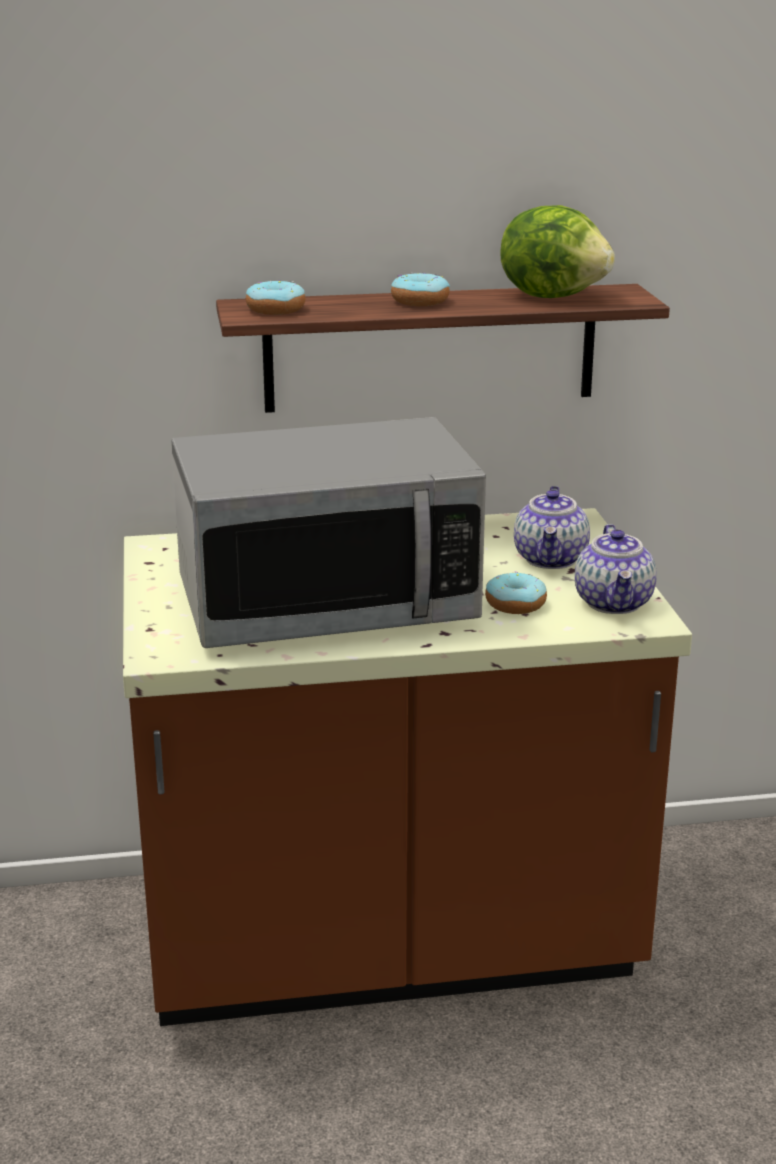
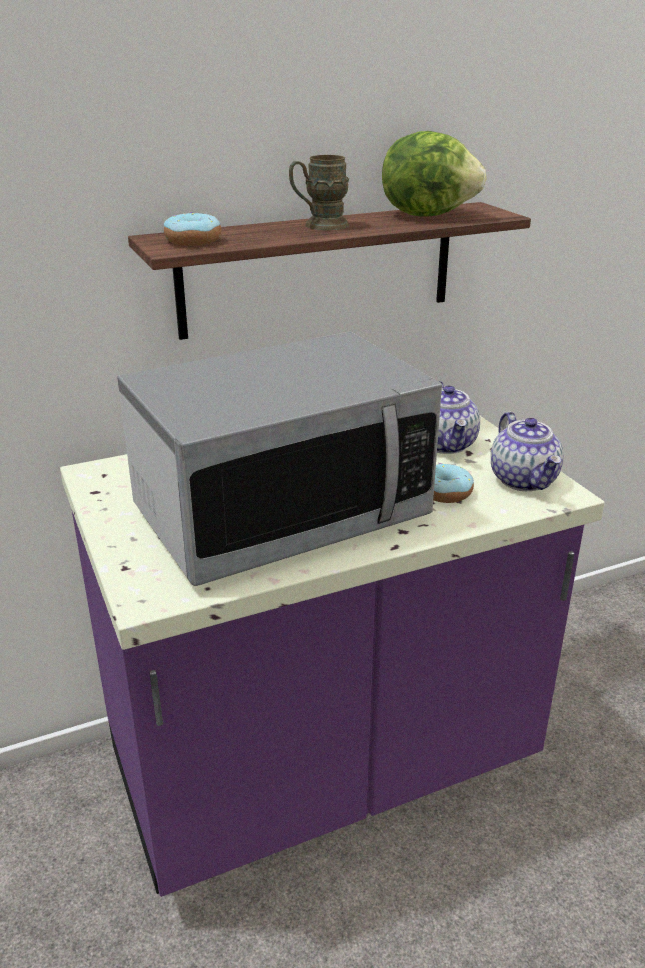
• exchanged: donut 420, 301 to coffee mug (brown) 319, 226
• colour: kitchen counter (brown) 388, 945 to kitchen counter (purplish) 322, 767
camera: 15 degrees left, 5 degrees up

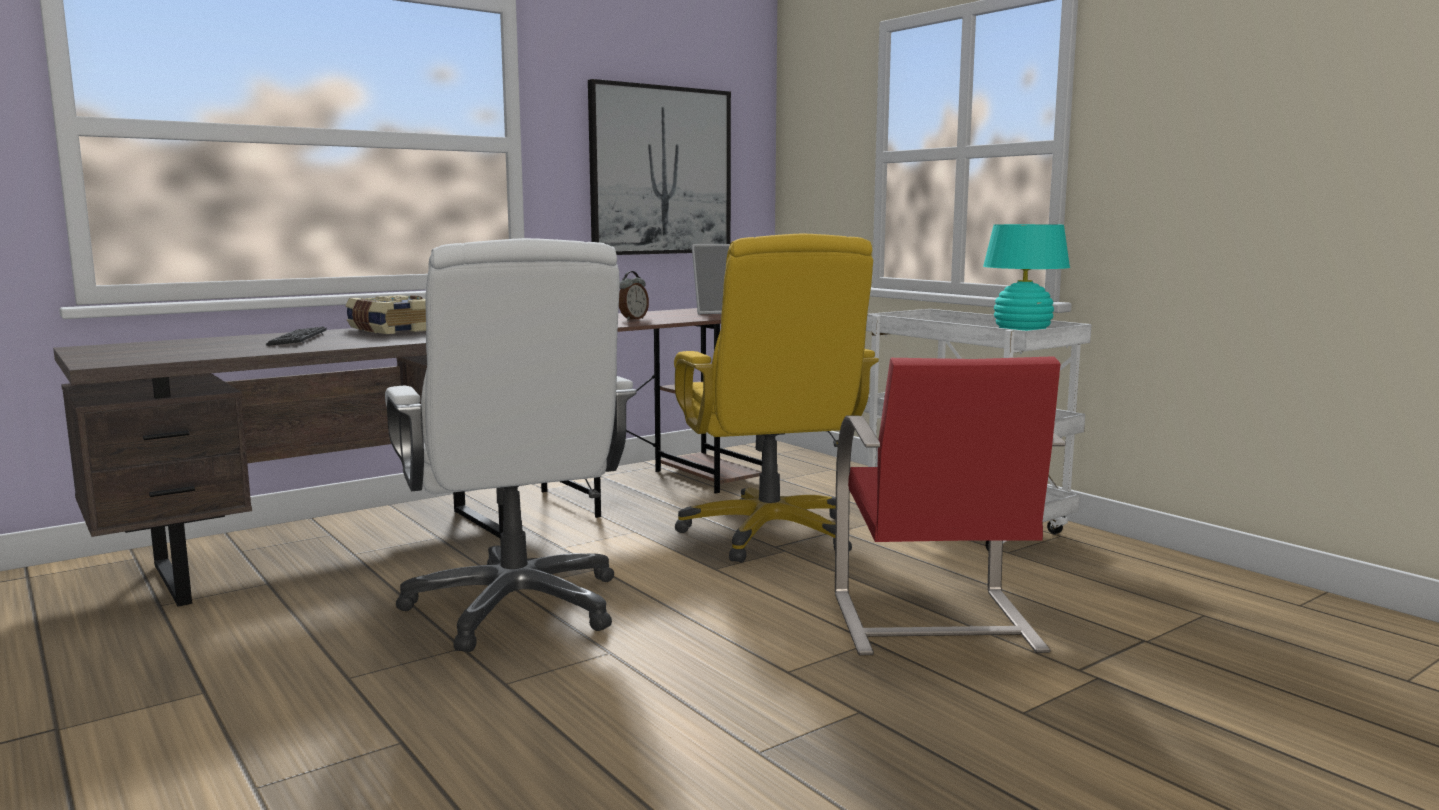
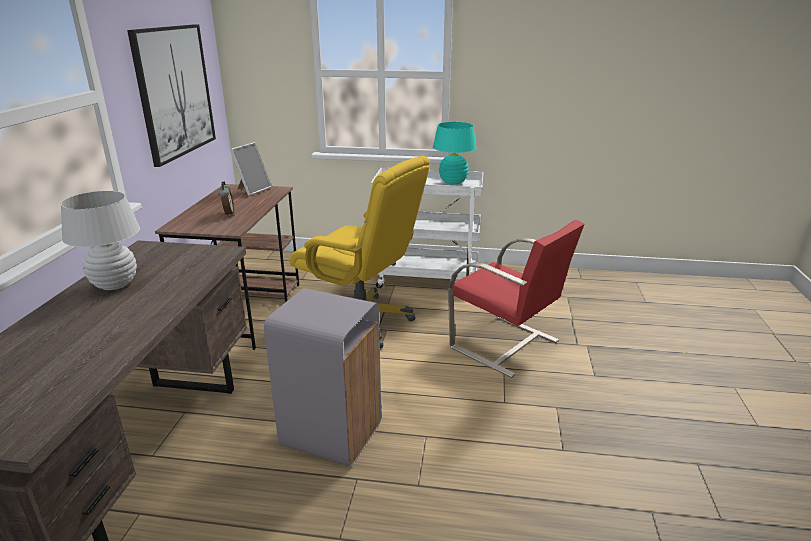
• missing: computer keyboard 298, 339
• exchanged: book 391, 330 to lamp for a table (whitish) 114, 284
• exchanged: desk chair (whitish) 516, 606 to rubbish bin (gray) 331, 435
camera: 45 degrees left, 15 degrees up

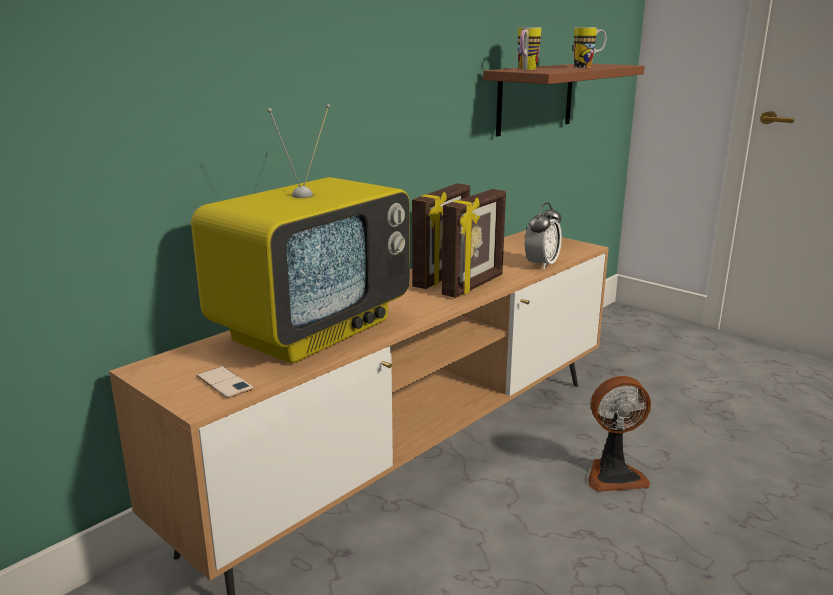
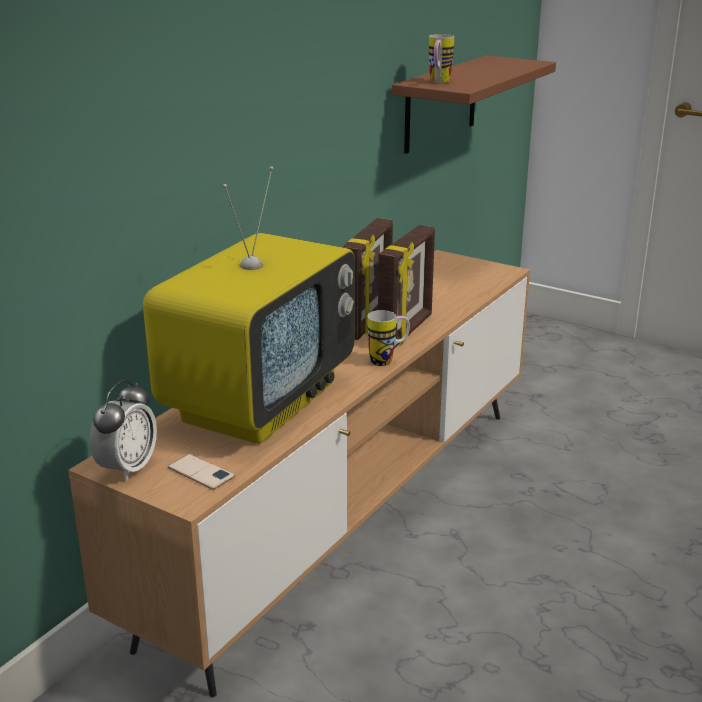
• missing: electric fan 613, 475
• relocated: bedside clock 541, 265 to 127, 468
• relocated: coffee mug 588, 67 to 388, 360
camera: 10 degrees left, 5 degrees up

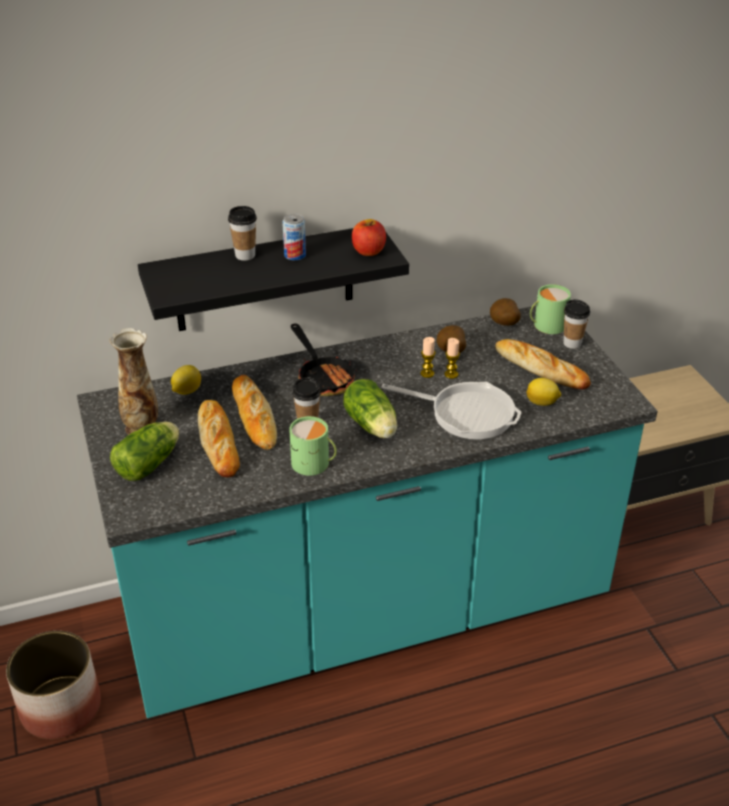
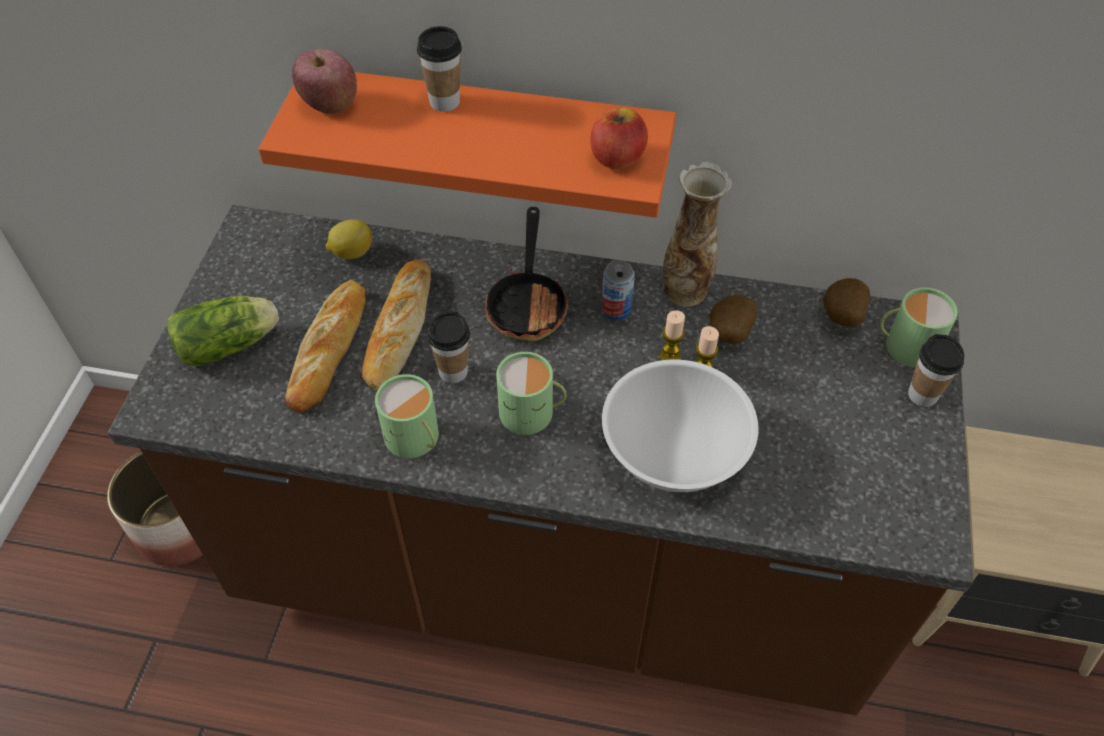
• missing: bakery bread 541, 369
• missing: citrus fruit 542, 403
• appeared: apple 330, 104
• relocated: decorative vase 142, 427 to 686, 289
• relocated: sealed can 295, 255 to 616, 309
• exchanged: lettuce head 372, 426 to coffee mug (green) 532, 413
• exchanged: frying pan 466, 413 to bowl (whitish) 674, 451
• colour: kitchen counter (blue-green) 364, 612 to kitchen counter (brown) 552, 574
• colour: bracket shelf (black-coloured) 264, 279 to bracket shelf (orange) 489, 138
camera: 30 degrees right, 15 degrees up

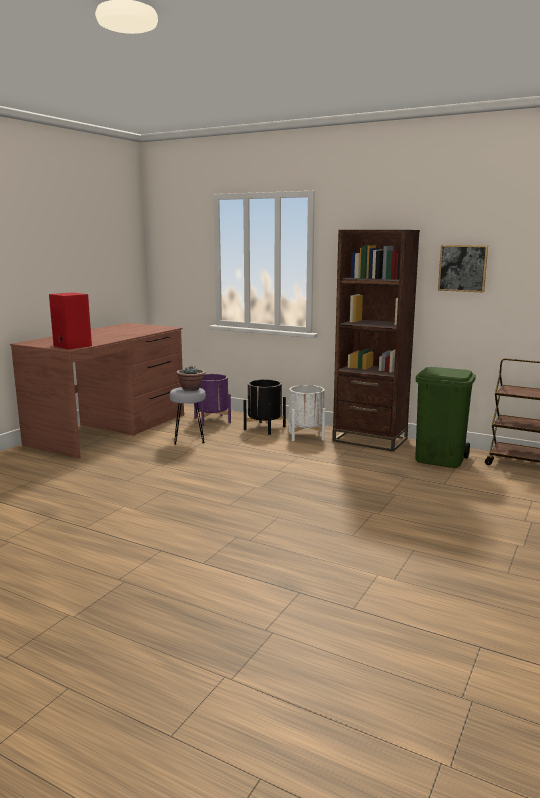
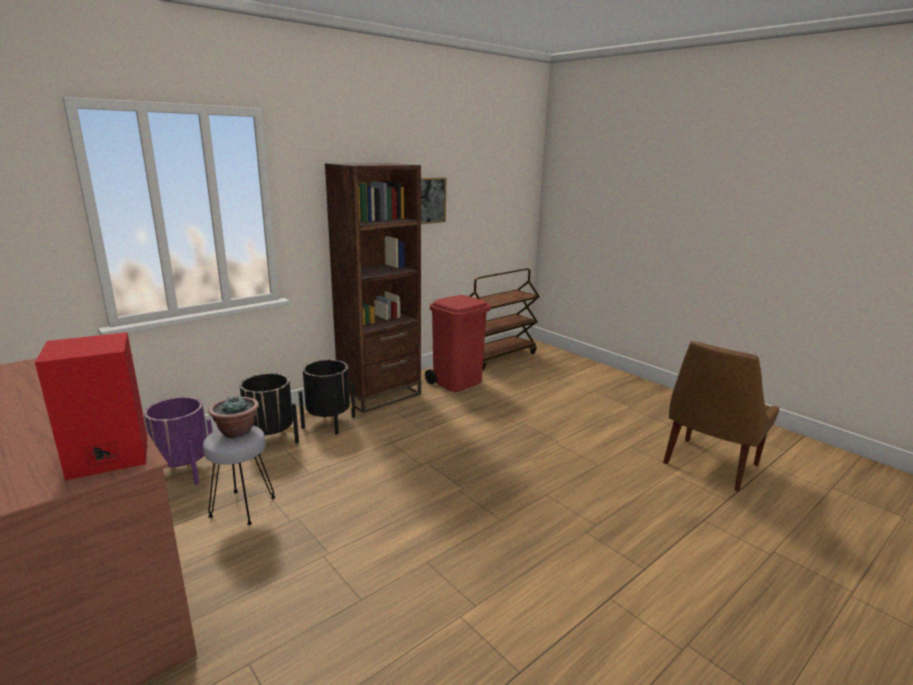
• appeared: chair (brown) 708, 465
• colour: flower pot (whitish) 306, 435 to flower pot (black-coloured) 328, 422
• colour: rubbish bin (green) 440, 459 to rubbish bin (red-coloured) 457, 382
camera: 70 degrees left, 5 degrees up

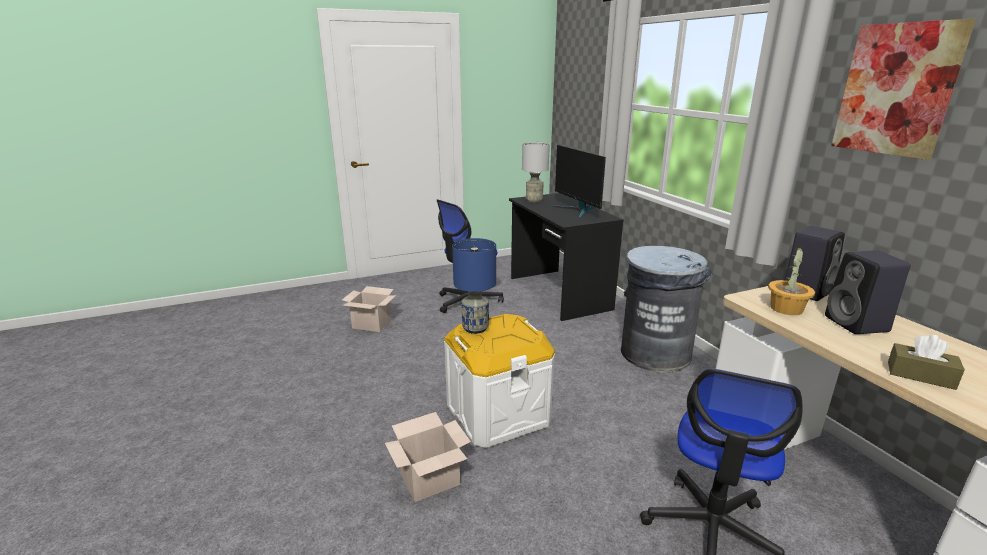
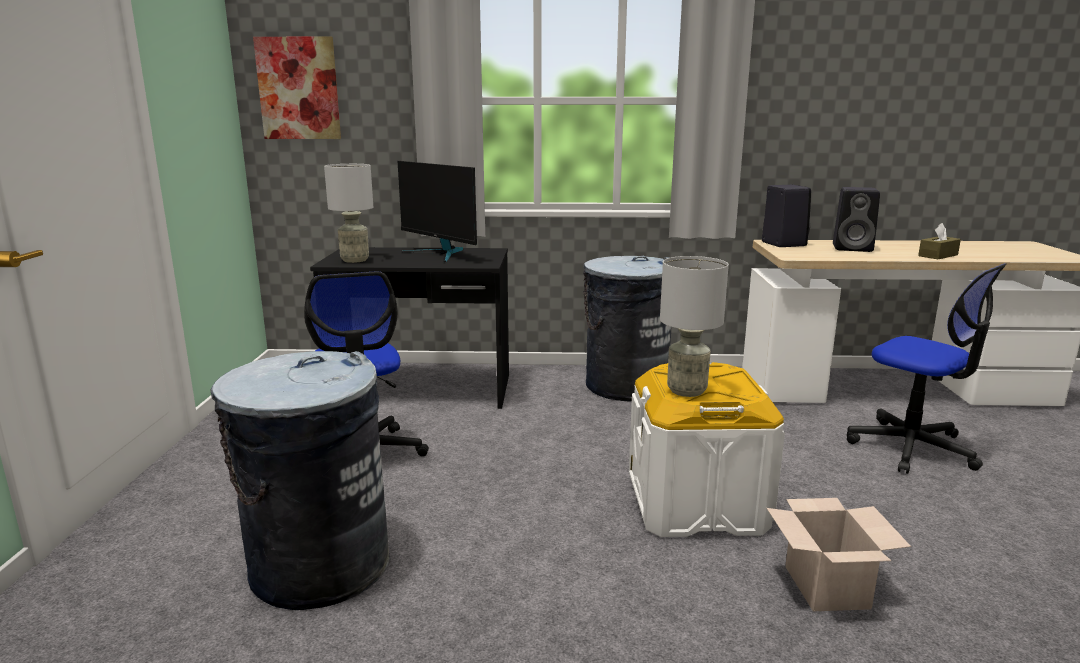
• missing: potted plant 787, 309
• relocated: picture 896, 90 to 298, 89
• exchanged: cardboard box 372, 324 to rubbish bin (gray) 318, 565
• colour: lamp for a table (bluish) 475, 328 to lamp for a table (gray) 685, 391
• spun: monitor 577, 210 = 440, 254 45 degrees clockwise
camera: 65 degrees left, 5 degrees down

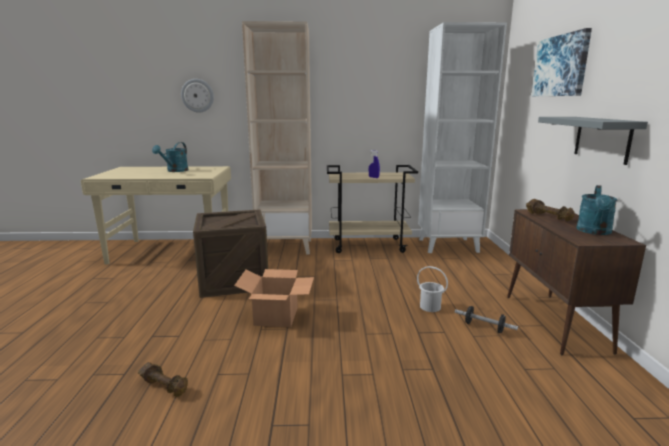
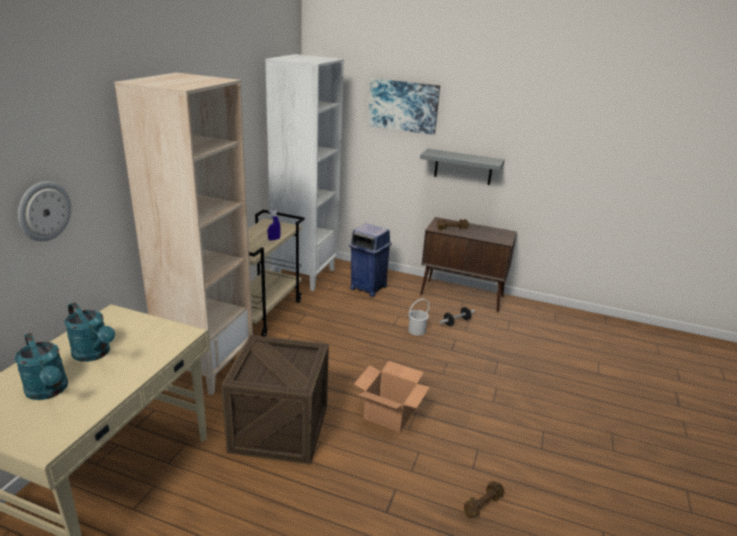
• appeared: rubbish bin (bluish) 368, 287
• relocated: watering can (blue-green) 594, 232 to 49, 391
camera: 70 degrees left, 10 degrees up

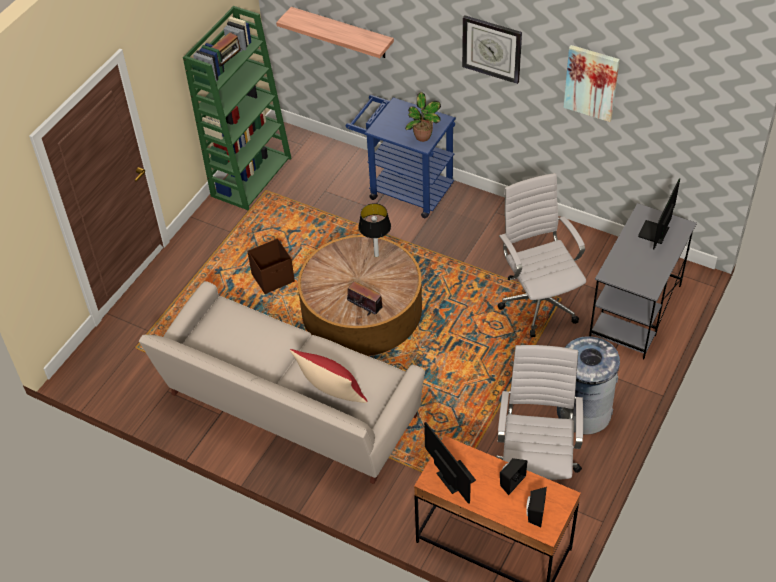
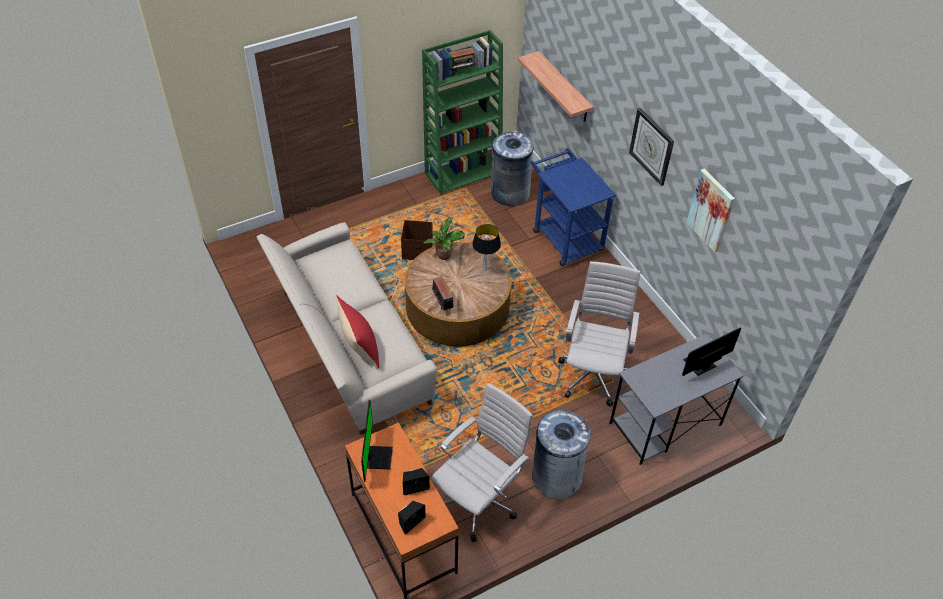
• appeared: rubbish bin (gray) 509, 193
• relocated: potted plant 423, 137 to 444, 256
camera: 30 degrees right, 0 degrees up

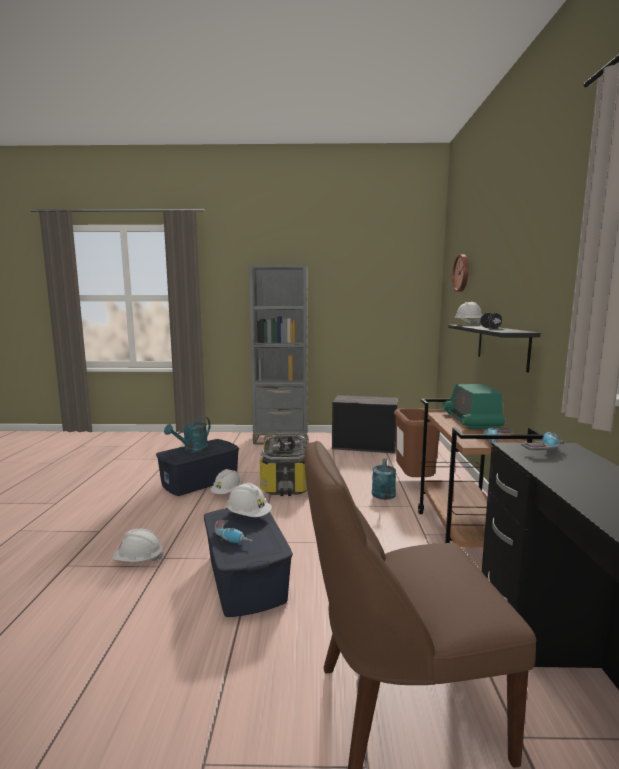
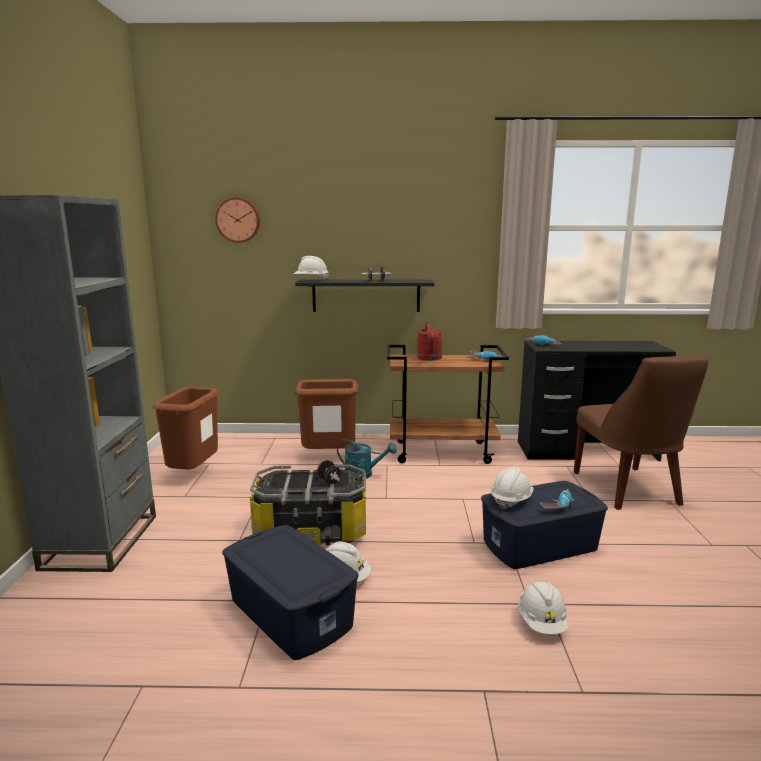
• missing: watering can (blue-green) 192, 450
• exchanged: crate 365, 445 to rubbish bin (brown) 193, 473
• exchanged: radio 471, 420 to watering can (red-coloured) 430, 359
camera: 90 degrees left, 5 degrees up

